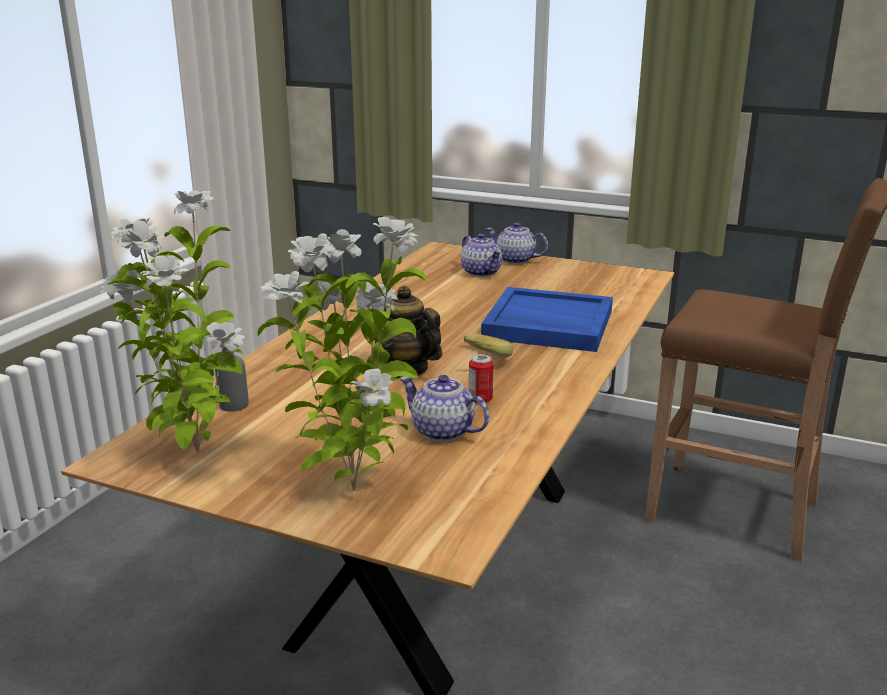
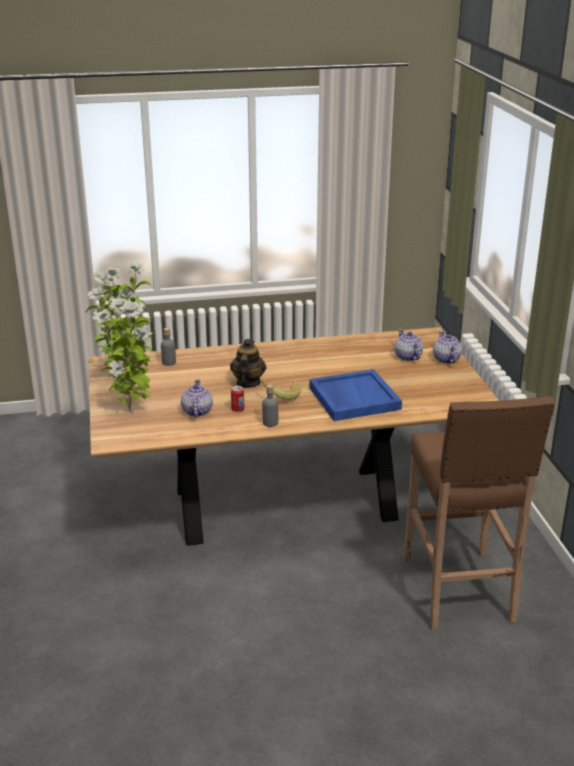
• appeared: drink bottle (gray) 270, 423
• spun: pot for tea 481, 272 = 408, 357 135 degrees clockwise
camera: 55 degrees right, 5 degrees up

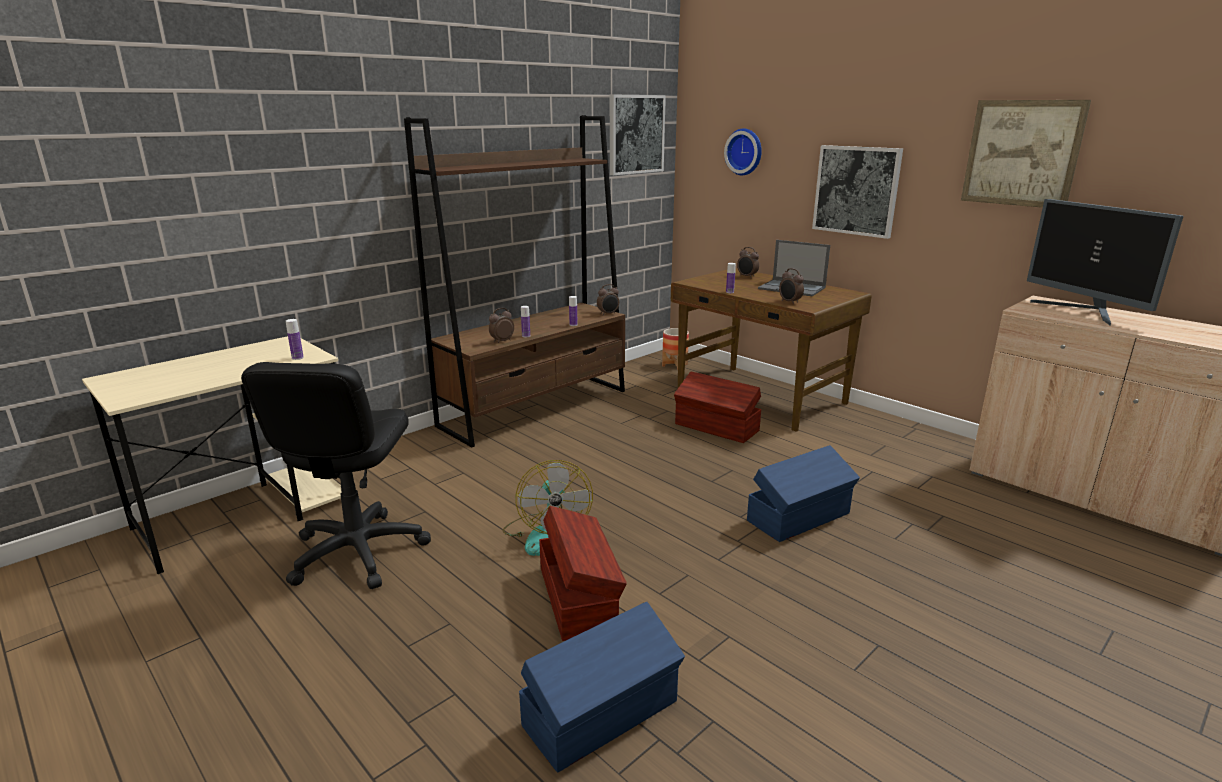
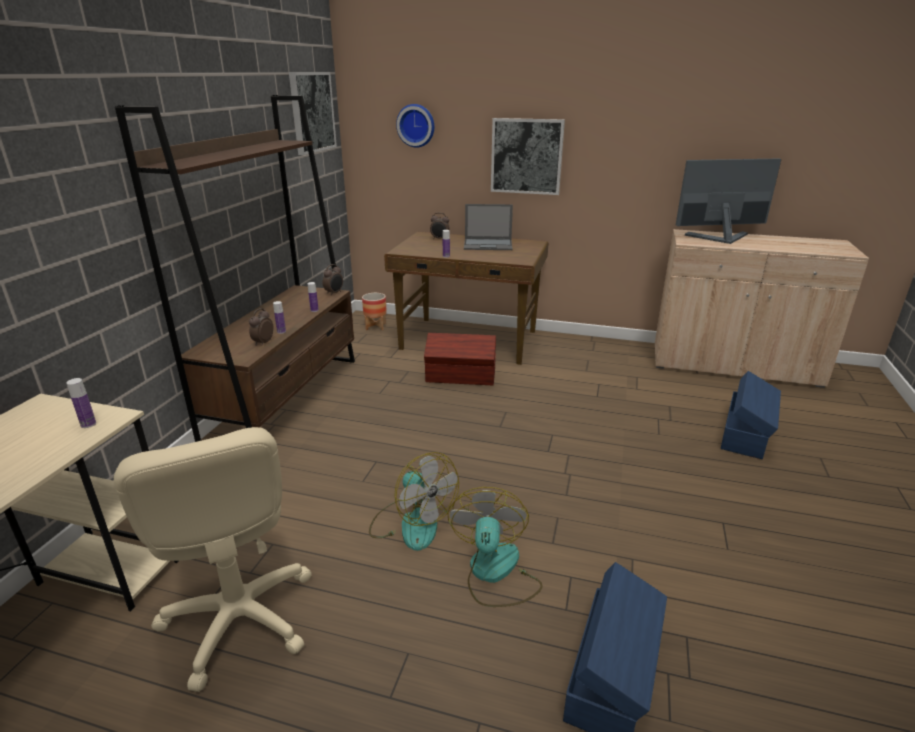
• missing: bedside clock 789, 302
• missing: picture 1022, 153
• relocated: storage box (bluish) 800, 517 to 746, 434
• exchanged: storage box (brown) 578, 596 to electric fan 495, 573
• colour: desk chair (black-coloured) 357, 552 to desk chair (sand-coloured) 238, 619
• spun: monitor 1084, 312 = 720, 238 135 degrees clockwise
camera: 30 degrees left, 5 degrees up

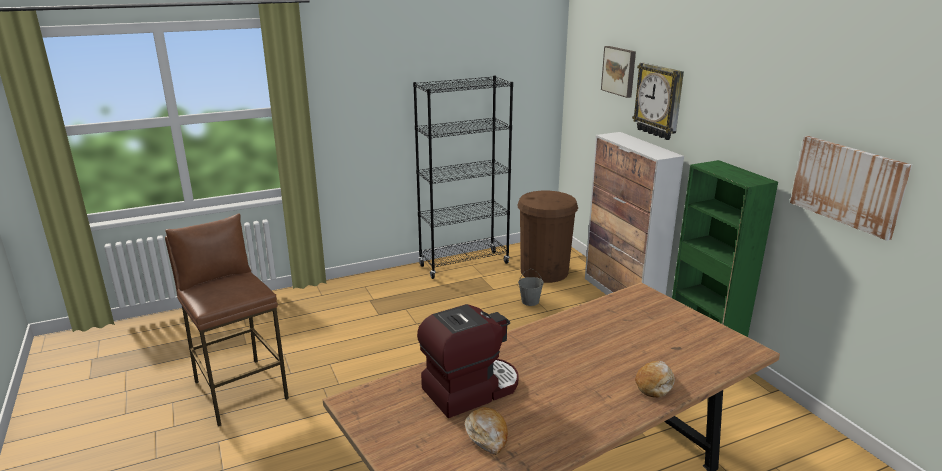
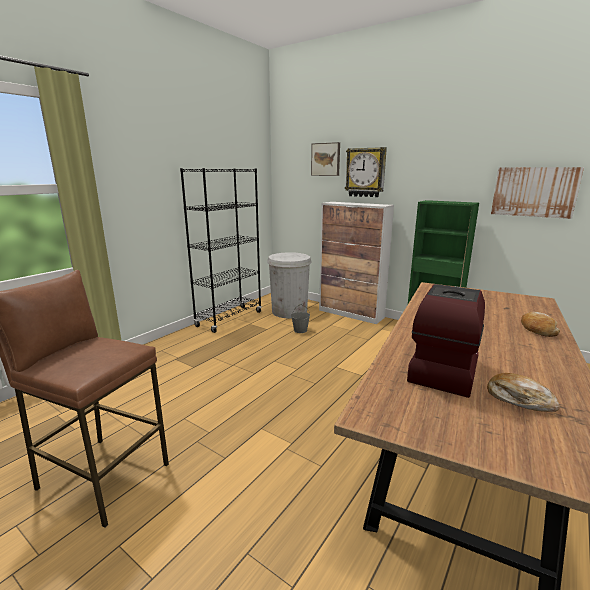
• colour: rubbish bin (brown) 544, 271 to rubbish bin (whitish) 289, 311
camera: 30 degrees left, 5 degrees down

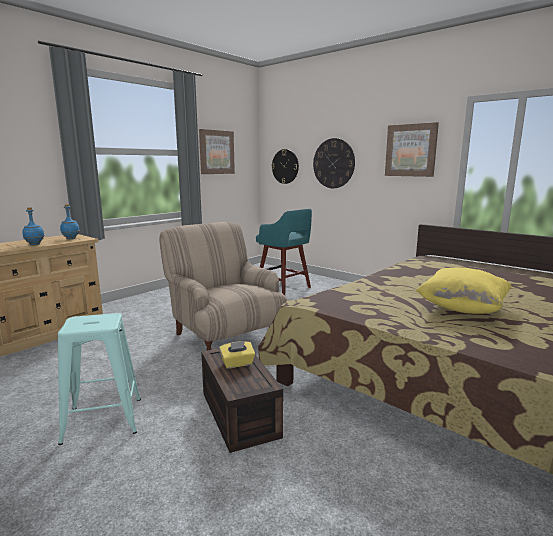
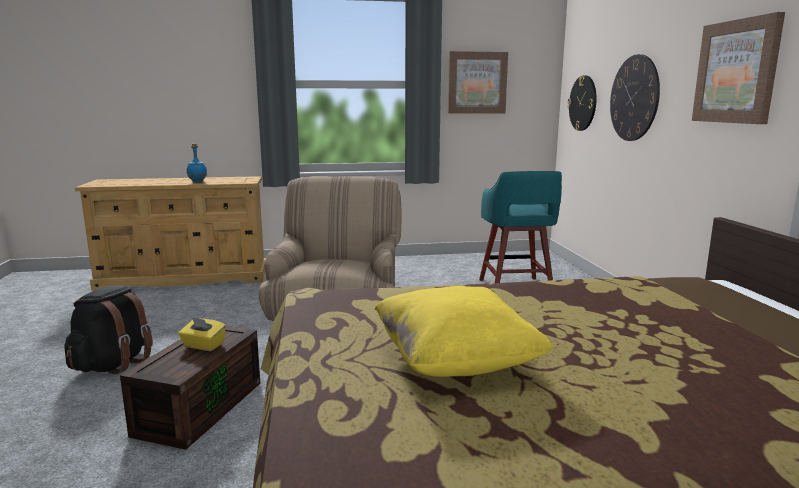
• missing: drink bottle (bluish) 71, 239
• exchanged: sitting stool (blue-green) 103, 420 to knapsack (black-coloured) 114, 364
camera: 40 degrees right, 0 degrees up

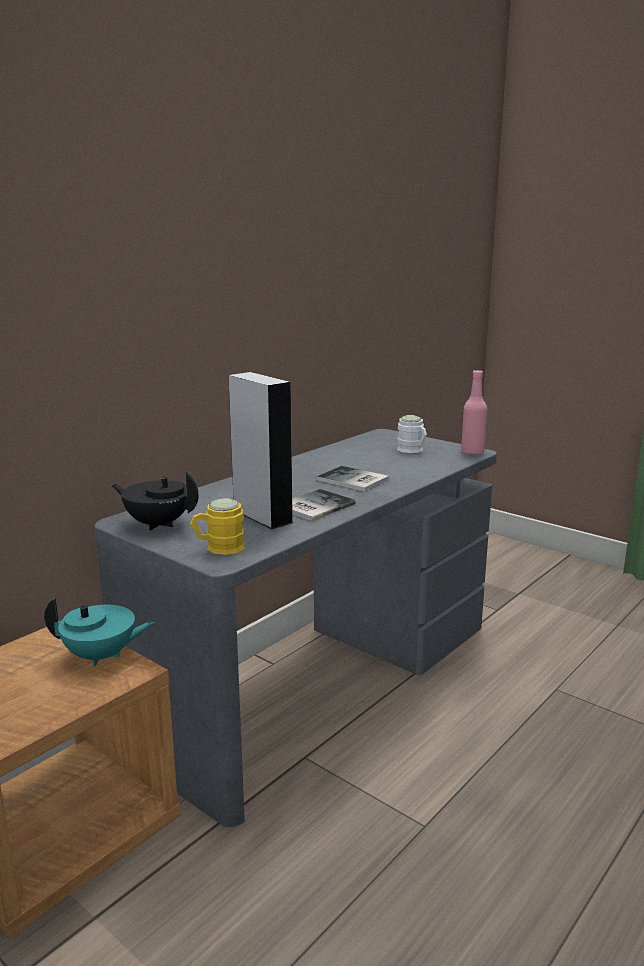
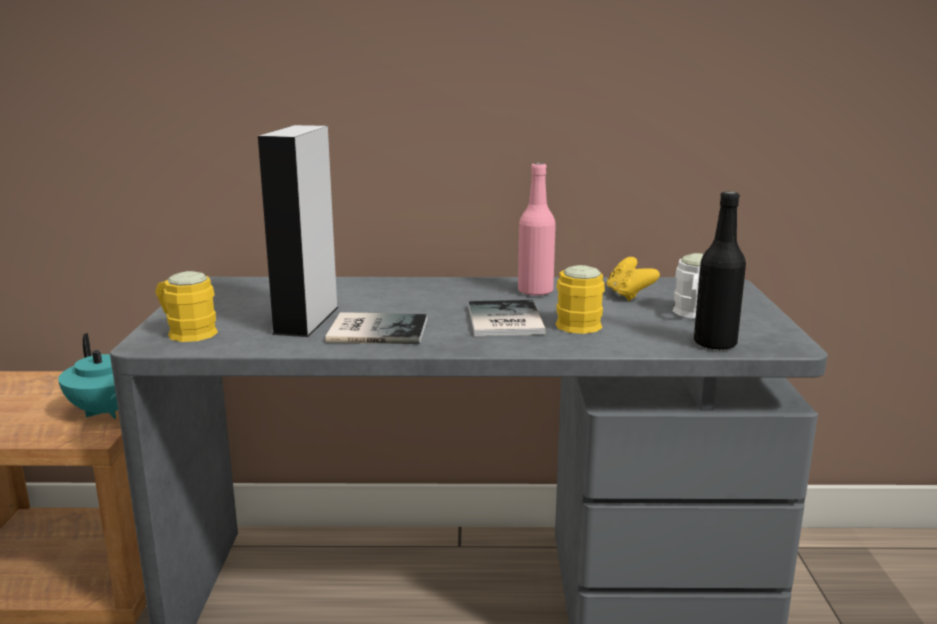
• missing: pot for tea (black-coloured) 158, 524
• appeared: coffee mug (yellow-coloured) 582, 322
• appeared: game controller (yellow-coloured) 629, 295
• appeared: drink bottle (black-coloured) 715, 344
• relocated: drink bottle (pink-coloured) 472, 452 to 535, 291
camera: 50 degrees right, 0 degrees up

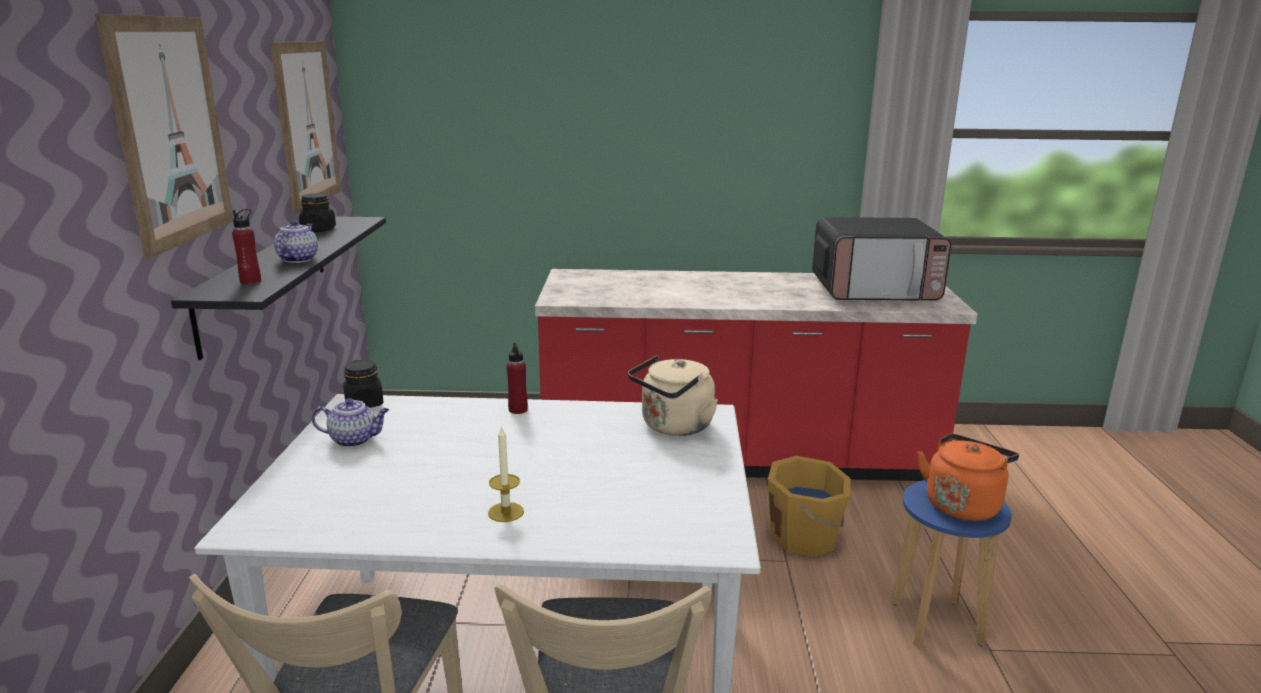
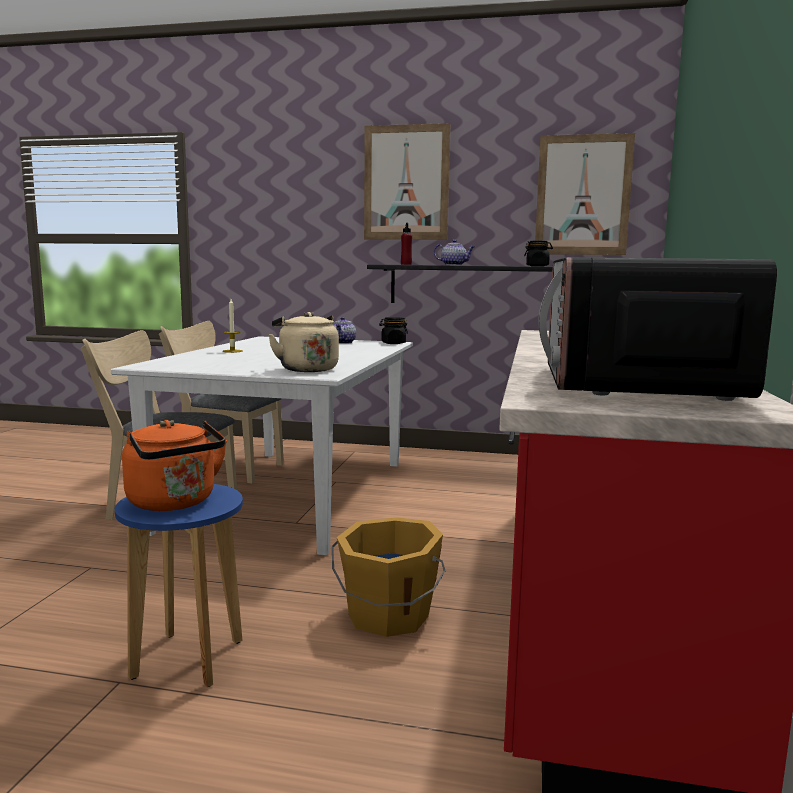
• missing: drink bottle (red-coloured) 518, 410
camera: 100 degrees right, 10 degrees down

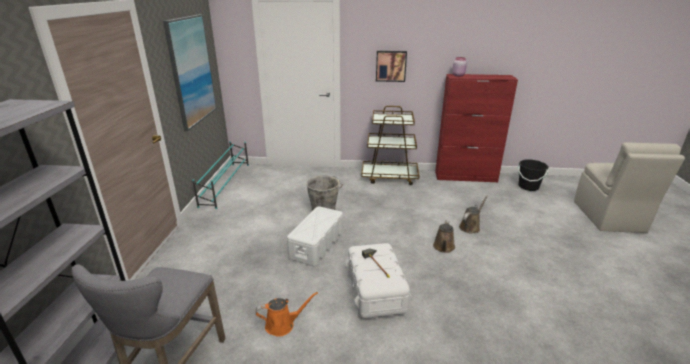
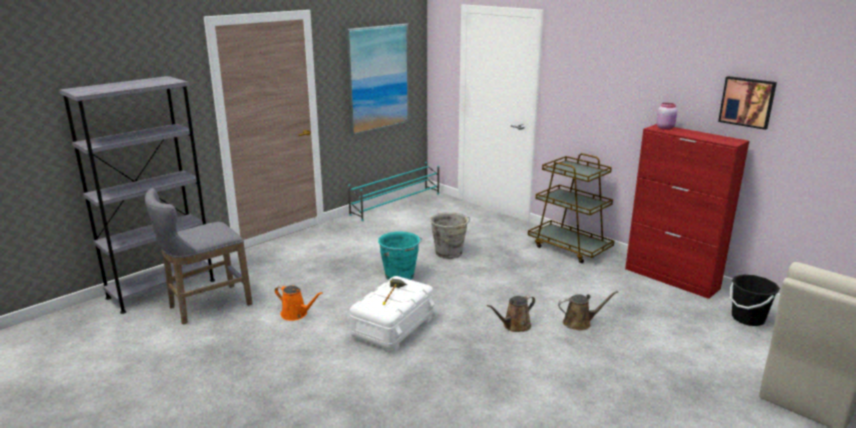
• relocated: picture 391, 66 to 747, 102
• exchanged: storage box (whitish) 317, 245 to water bucket (blue-green) 400, 276
camera: 40 degrees right, 5 degrees down

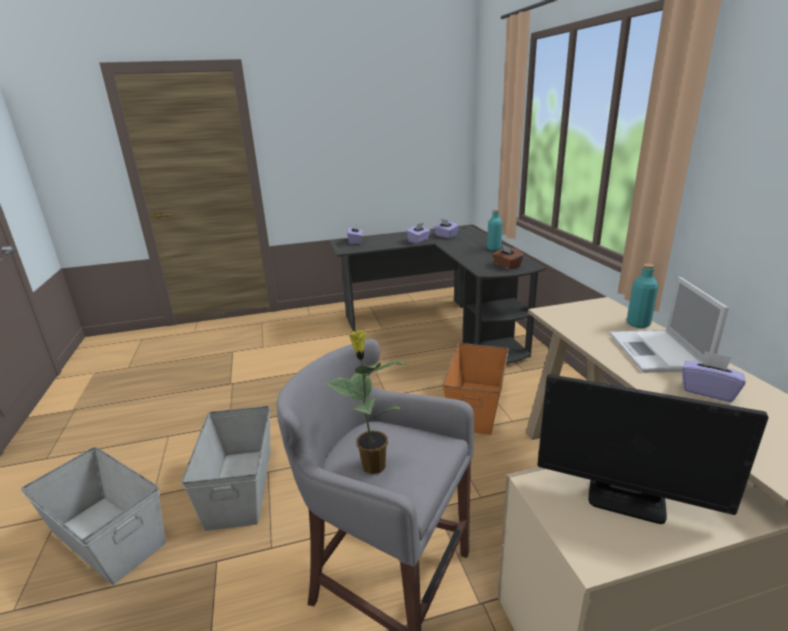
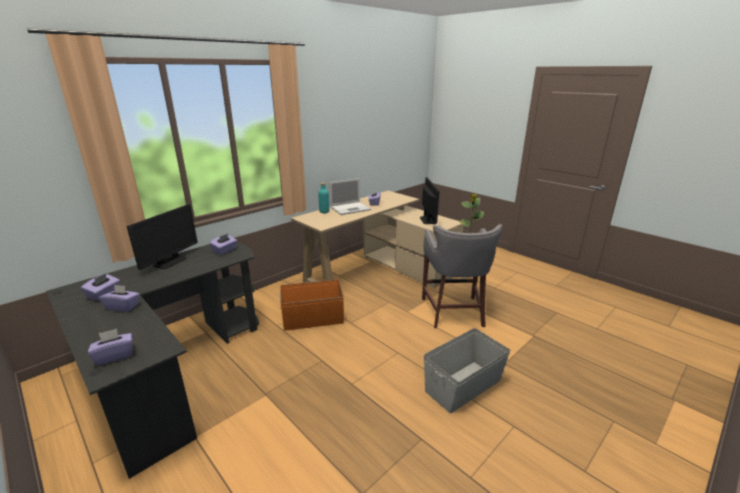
• missing: storage box (gray) 108, 536
• exchanged: drink bottle (blue-green) 494, 248 to monitor 170, 262
• colour: box of tissues (brown) 506, 266 to box of tissues (purplish) 225, 250
camera: 120 degrees left, 0 degrees up

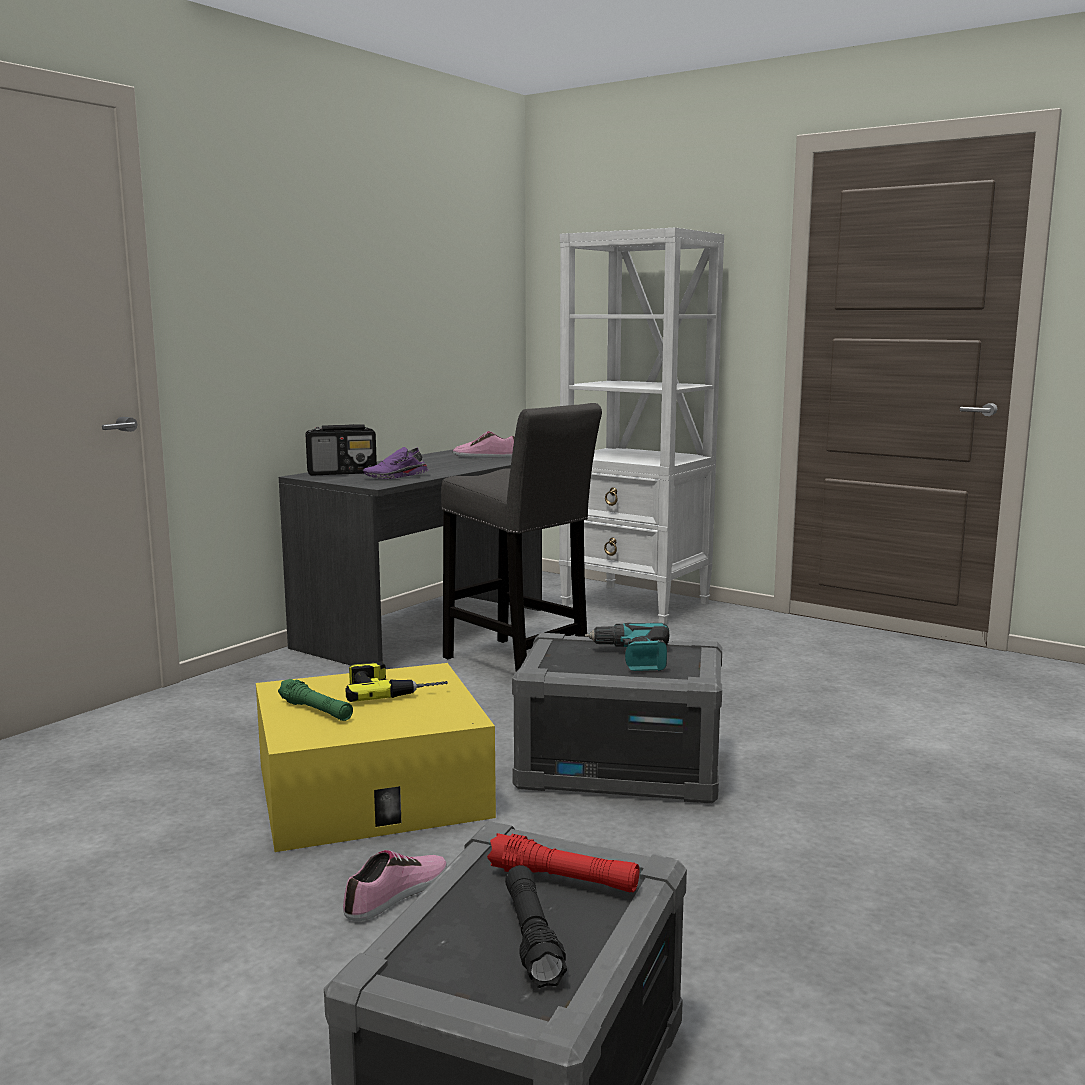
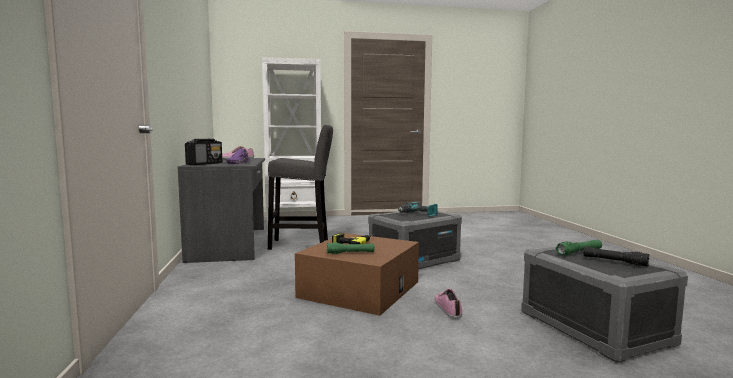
• colour: storage box (yellow-coloured) 372, 790 to storage box (brown) 359, 289
• colour: flashlight (red-coloured) 563, 879 to flashlight (green) 579, 252
camera: 45 degrees left, 5 degrees down

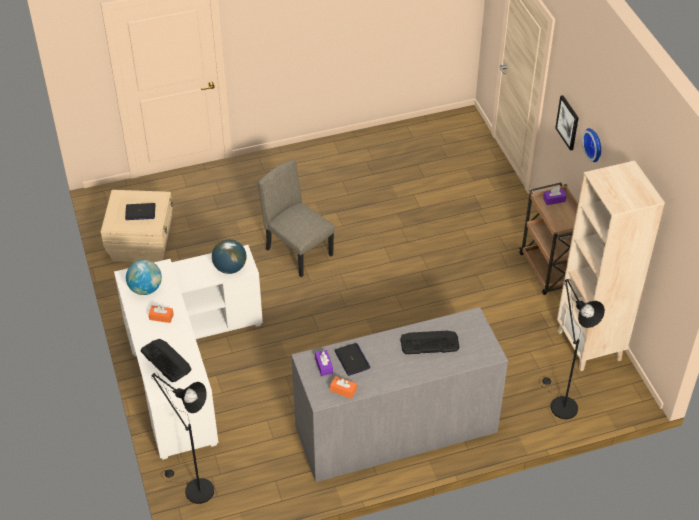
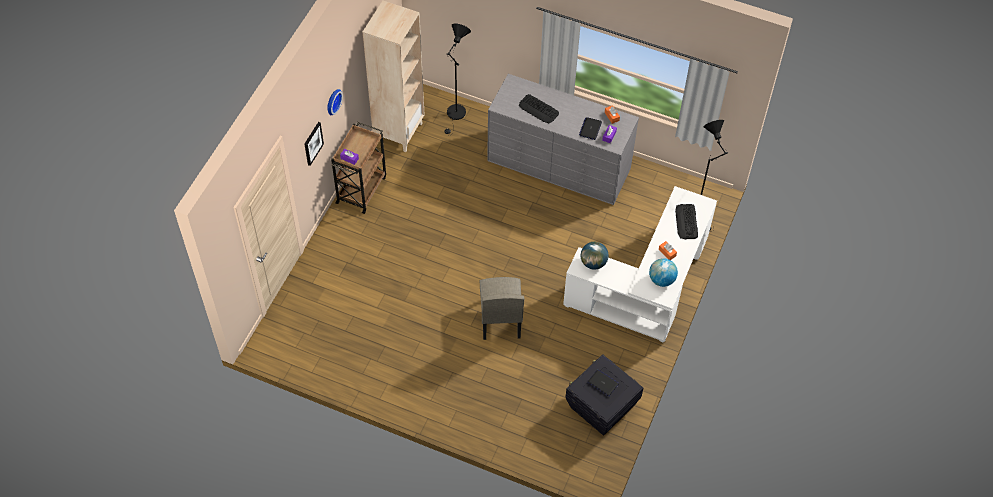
• colour: storage box (sand-coloured) 142, 243 to storage box (black-coloured) 601, 407
camera: 140 degrees left, 10 degrees up

